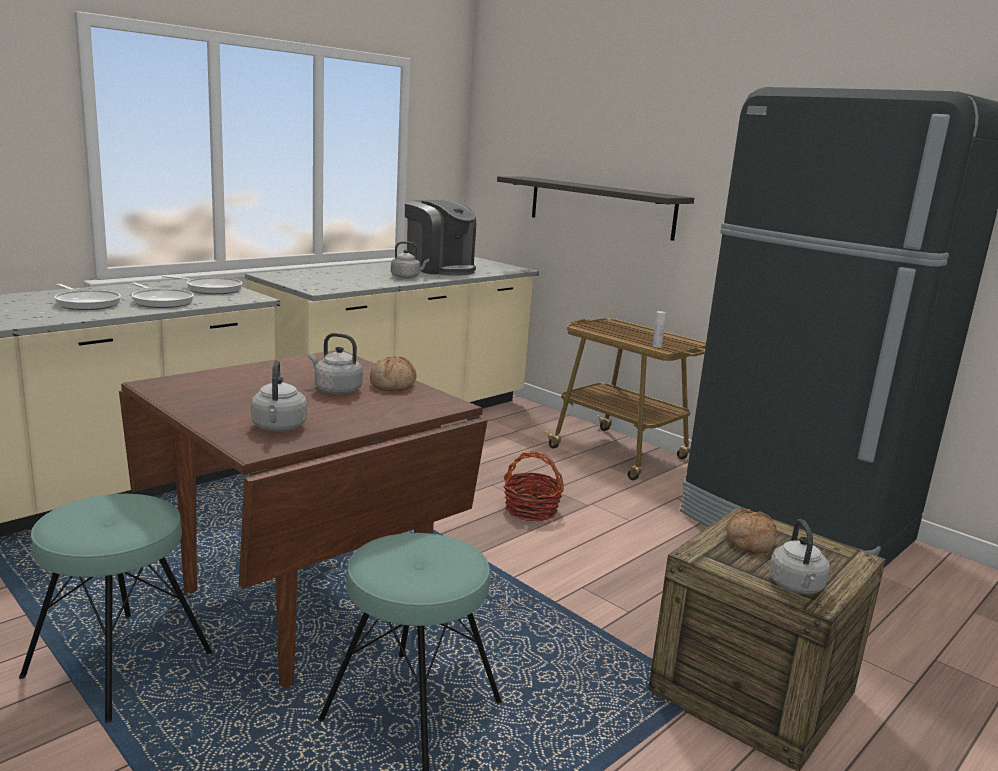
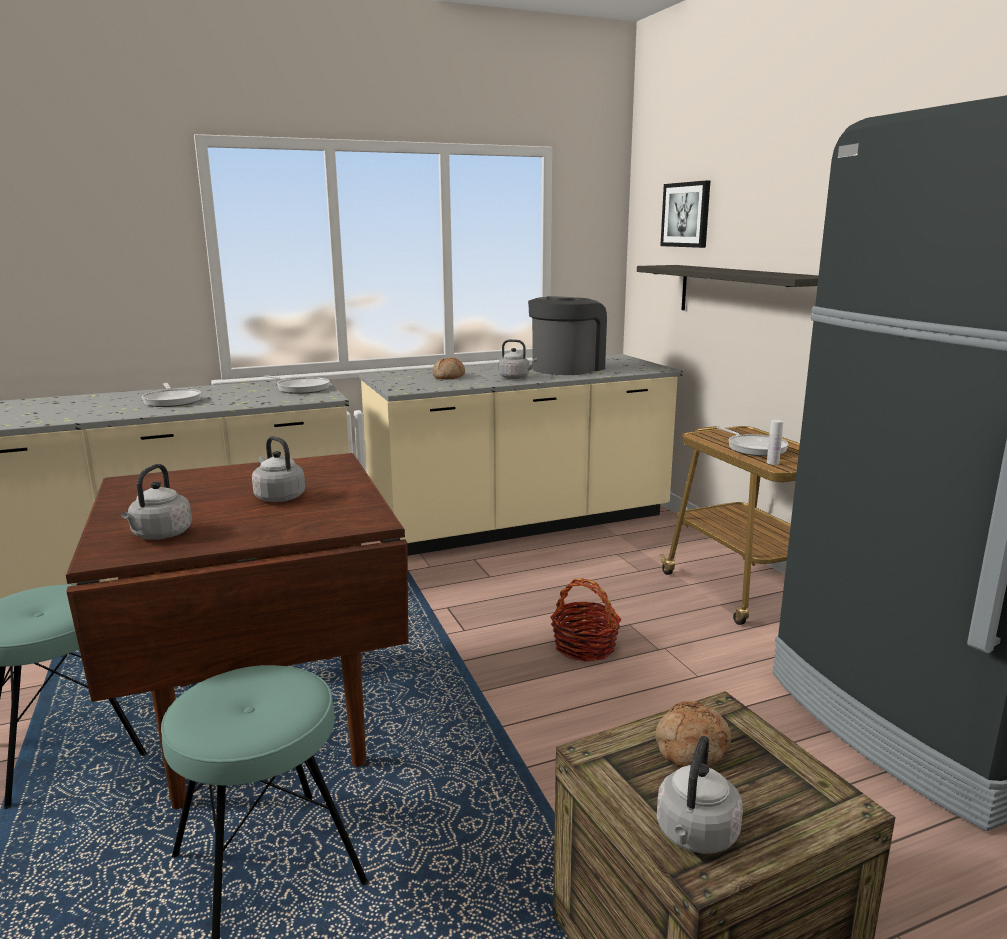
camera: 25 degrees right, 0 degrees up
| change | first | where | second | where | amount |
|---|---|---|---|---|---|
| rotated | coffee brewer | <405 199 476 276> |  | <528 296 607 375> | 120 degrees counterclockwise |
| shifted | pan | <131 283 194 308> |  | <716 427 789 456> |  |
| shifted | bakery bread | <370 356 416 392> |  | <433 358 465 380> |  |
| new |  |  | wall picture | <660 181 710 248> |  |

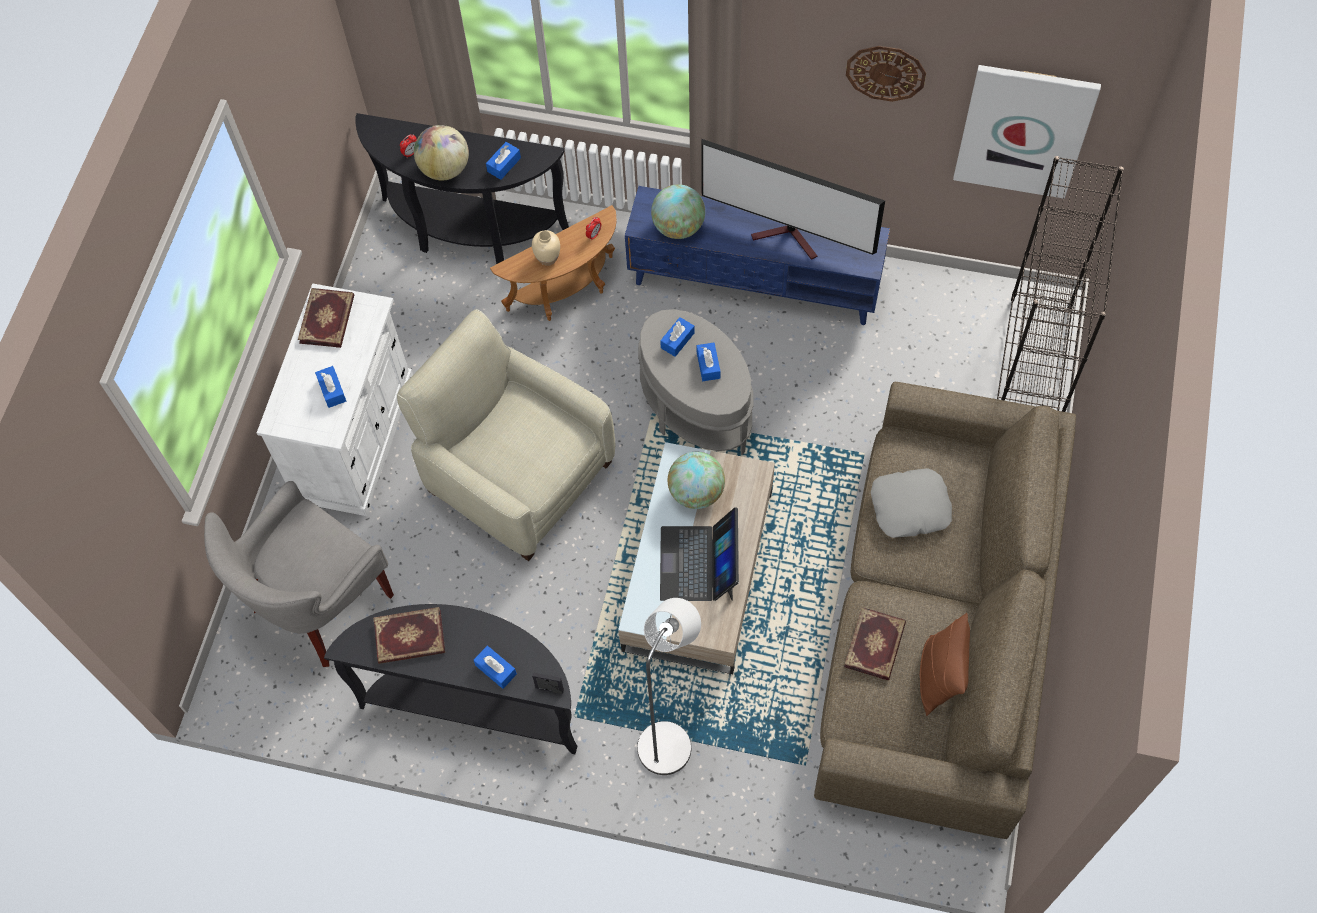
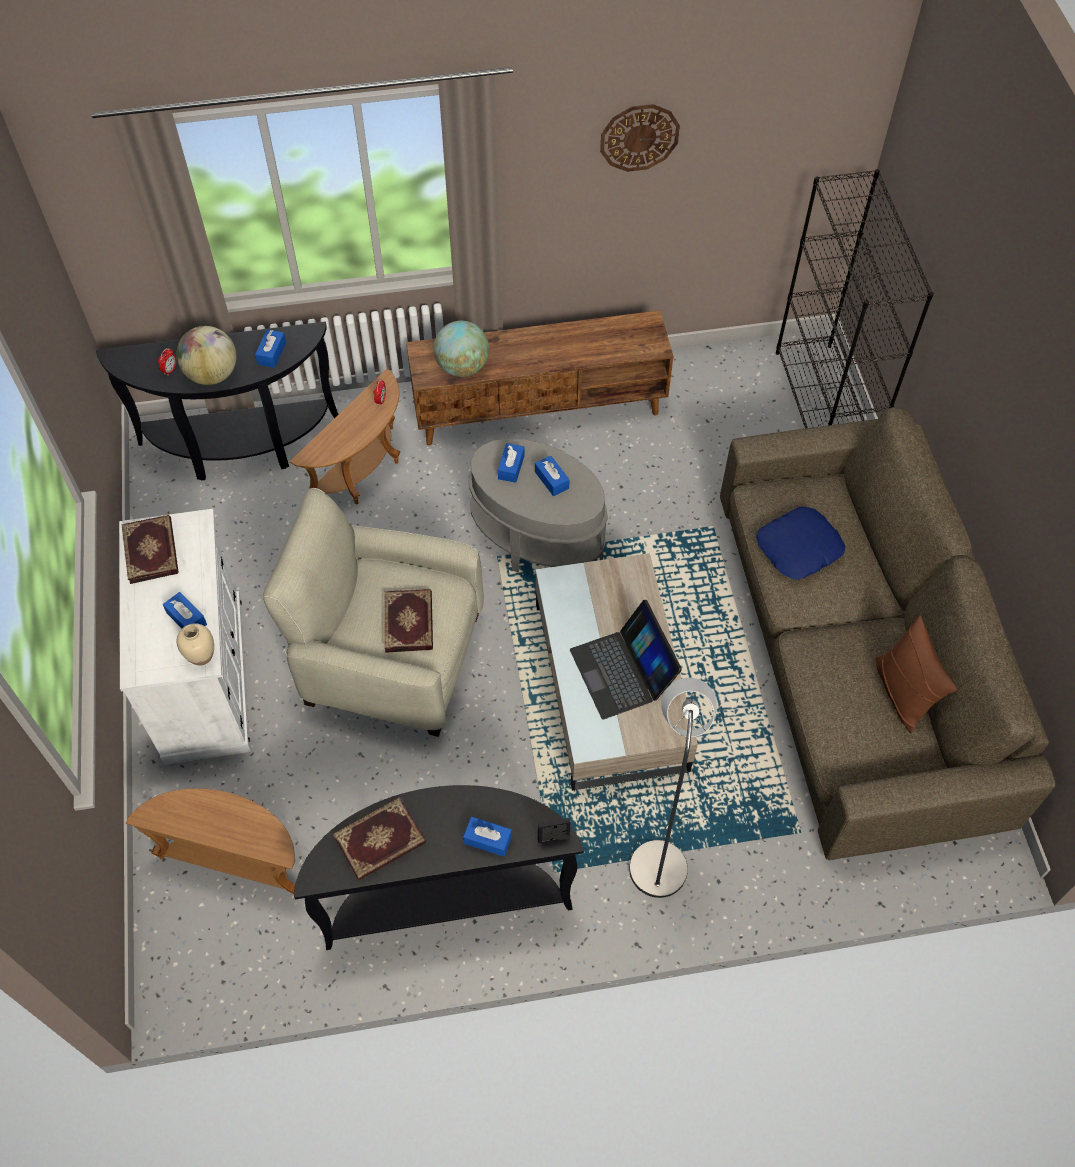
camera: 25 degrees left, 5 degrees down
| change | first | where | second | where | amount |
|---|---|---|---|---|---|
| gone | wall picture | <953 65 1101 198> |  |  |  |
| gone | television | <701 139 885 260> |  |  |  |
| repainted | blue media console | <625 186 890 325> | brown media console | <406 310 674 446> |  |
| shifted | sand-coloured vase | <532 230 560 266> |  | <177 623 214 666> |  |
| gone | globe | <668 452 725 509> |  |  |  |
| repainted | gray throw pillow | <871 468 952 538> | blue throw pillow | <756 507 845 580> |  |
| swapped | gray armchair | <204 481 394 667> | brown accent table | <126 788 295 894> |  |
| shifted | book | <844 607 906 680> |  | <384 589 433 653> |  |

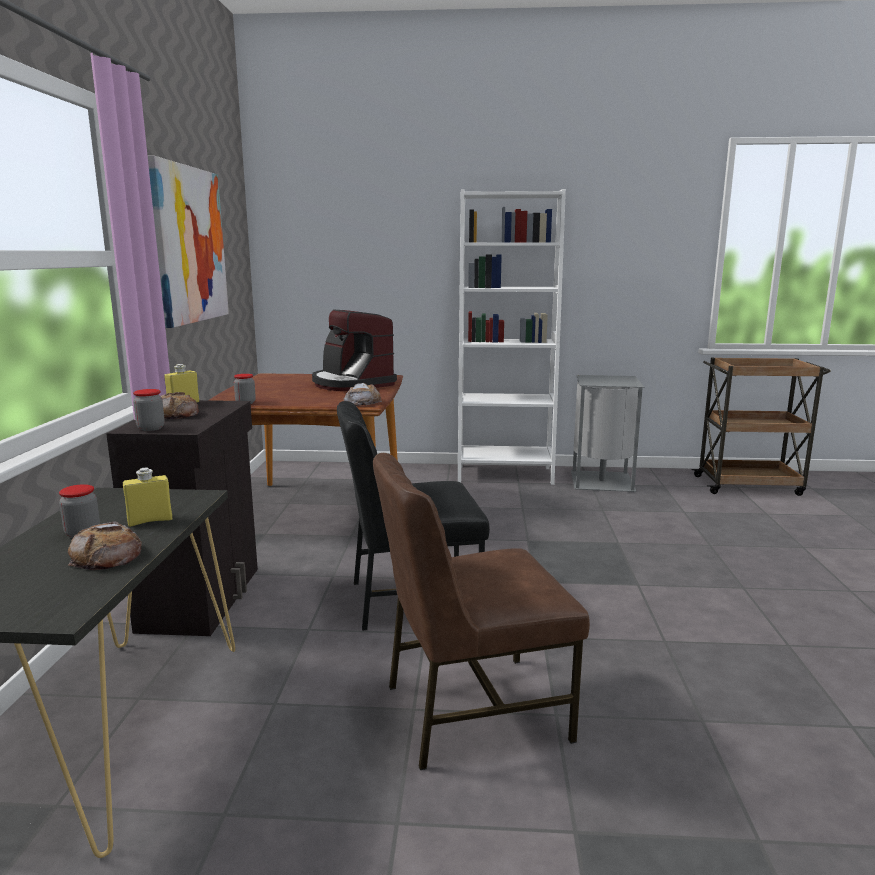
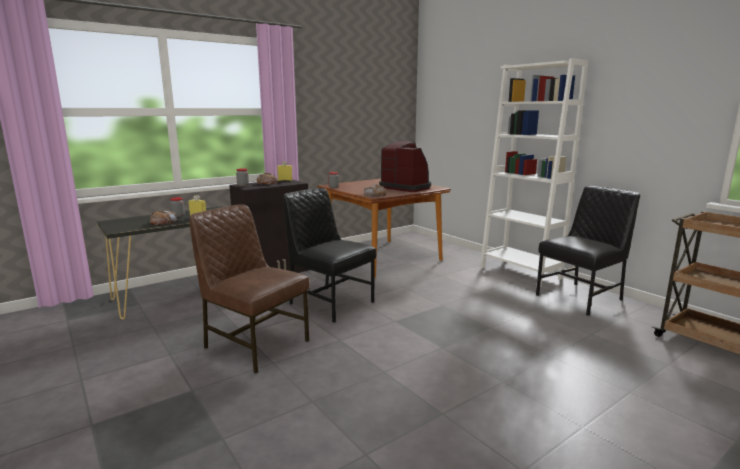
camera: 50 degrees right, 0 degrees up
| change | first | where | second | where | amount |
|---|---|---|---|---|---|
| gone | wall picture | <148 155 229 328> |  |  |  |
| rotated | coffee brewer | <312 310 397 391> |  | <379 141 431 192> | 120 degrees clockwise |
| swapped | gray waste bin | <571 375 645 492> | blackish plain chair | <536 186 640 316> |  |

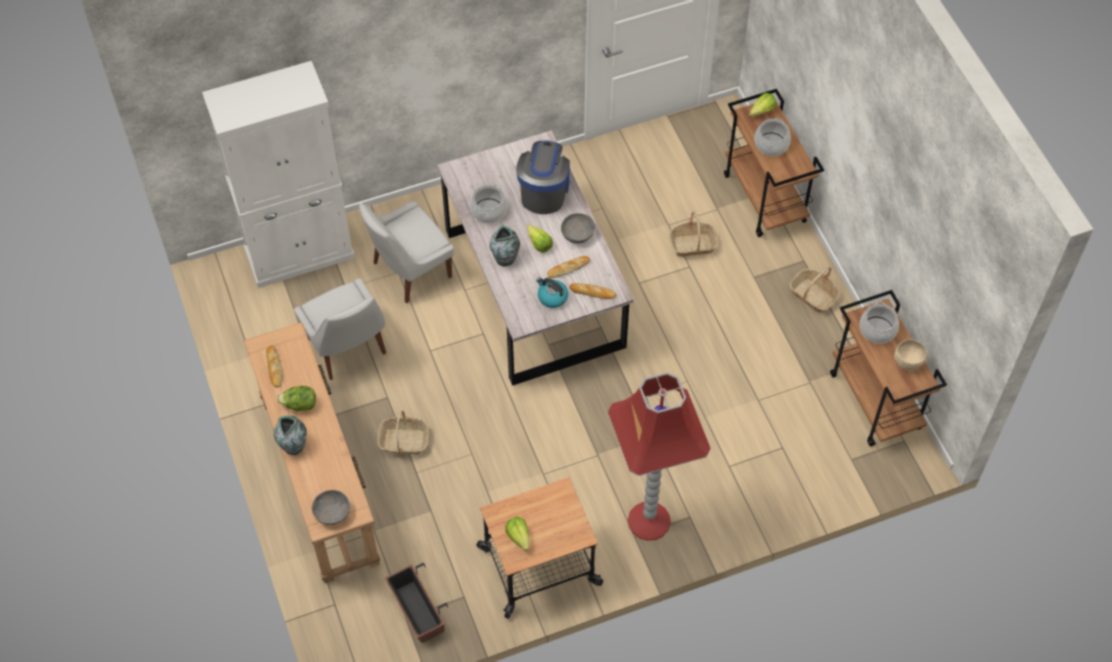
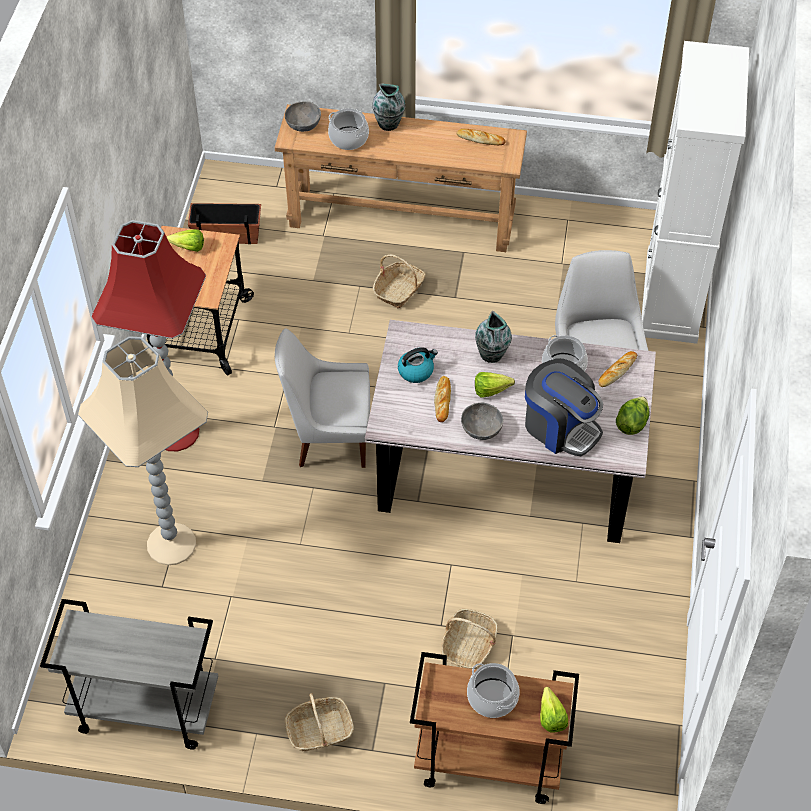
camera: 120 degrees right, 5 degrees down
| change | first | where | second | where | amount |
|---|---|---|---|---|---|
| shifted | white-coloured plain chair | <294 278 386 380> |  | <275 328 370 468> |  |
| shifted | bakery bread | <569 283 616 299> |  | <598 351 637 387> |  |
| repainted | brown cart | <830 290 947 447> | gray cart | <40 599 218 750> |  |
| shifted | cooking pot | <859 301 899 344> |  | <328 108 369 150> |  |
| gone | sand-coloured bowl | <894 339 927 371> |  |  |  |
| shifted | lettuce | <277 386 316 411> |  | <616 396 650 435> |  |
| new |  |  | sand-coloured standing lamp | <78 336 208 565> |  |

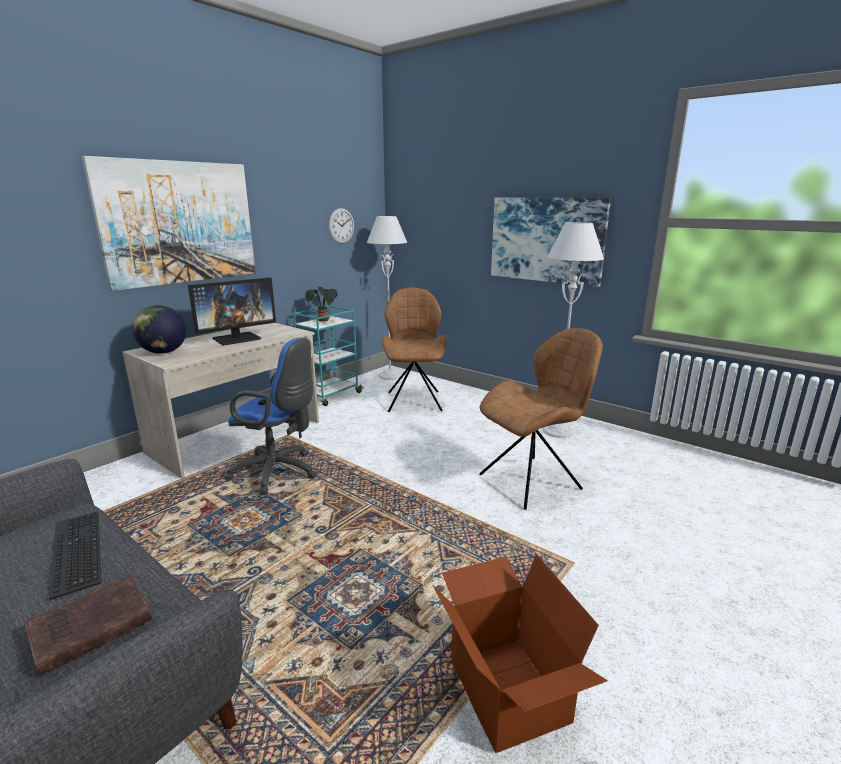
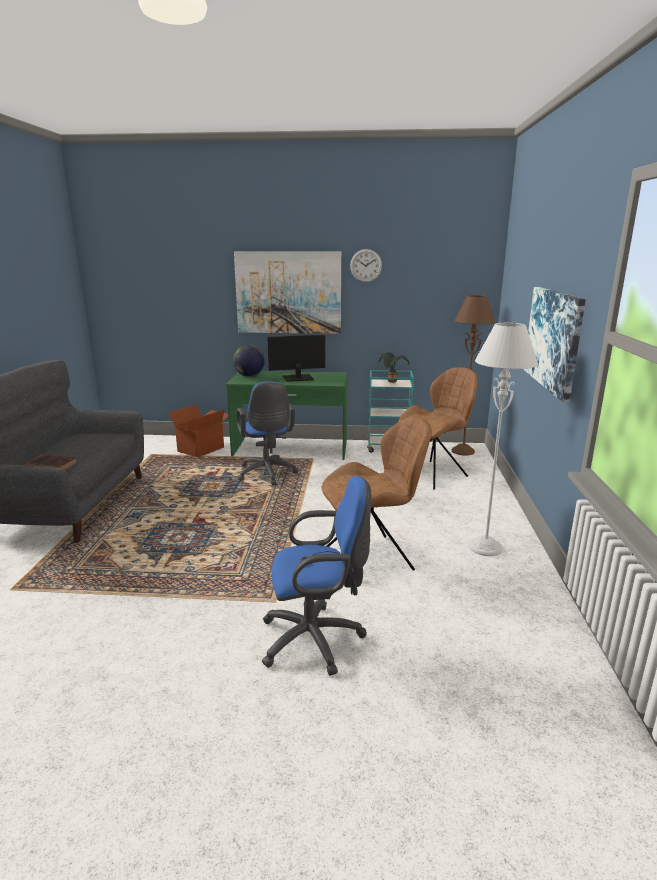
camera: 55 degrees right, 0 degrees up
| change | first | where | second | where | amount |
|---|---|---|---|---|---|
| shifted | wall clock | <329 208 354 244> |  | <350 249 382 282> |  |
| repainted | gray standing lamp | <367 216 407 380> | brown standing lamp | <452 295 495 456> |  |
| rotated | computer display | <188 277 276 345> |  | <267 335 325 382> | 150 degrees clockwise |
| repainted | sand-coloured desk unit | <123 323 319 478> | greenish desk unit | <226 371 348 460> |  |
| rotated | brown plain chair | <479 328 603 510> |  | <321 417 432 571> | 45 degrees counterclockwise |
| gone | keyboard | <49 511 101 600> |  |  |  |
| shifted | packing box | <433 554 608 753> |  | <166 404 228 457> |  |
| new |  |  | blue computer chair | <262 476 372 676> |  |

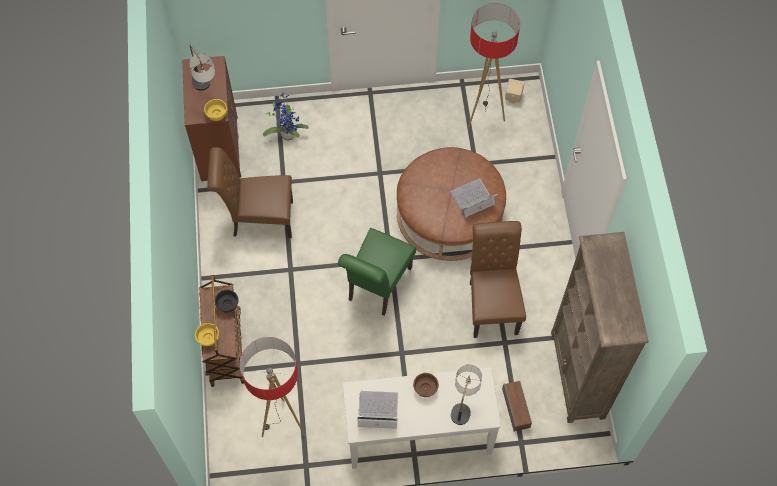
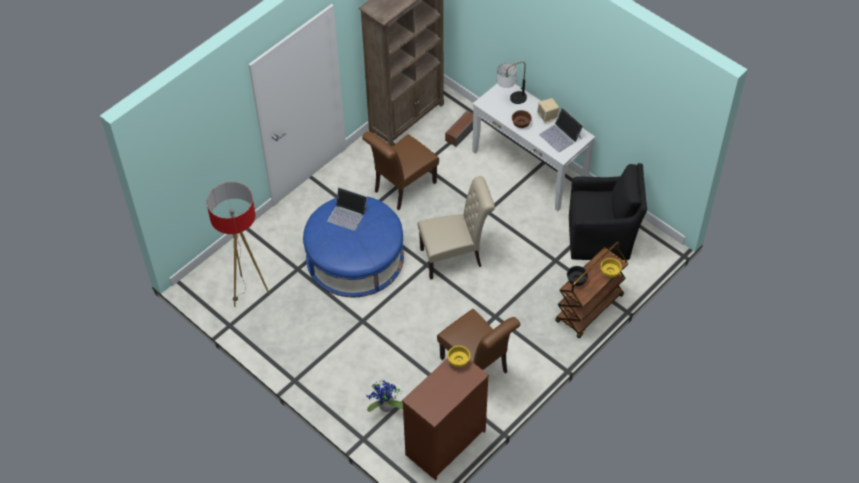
camera: 130 degrees left, 10 degrees down
| change | first | where | second | where | amount |
|---|---|---|---|---|---|
| gone | tabletop lamp | <189 45 215 91> |  |  |  |
| shifted | sand-coloured loudspeaker | <505 79 525 104> |  | <537 98 559 123> |  |
| repainted | brown pouffe | <397 147 506 261> | blue pouffe | <303 197 404 297> |  |
| repainted | greenish plain chair | <338 228 416 316> | sand-coloured plain chair | <417 176 495 280> |  |
| swapped | standing lamp | <240 337 305 438> | blackish armchair | <569 163 647 260> |  |

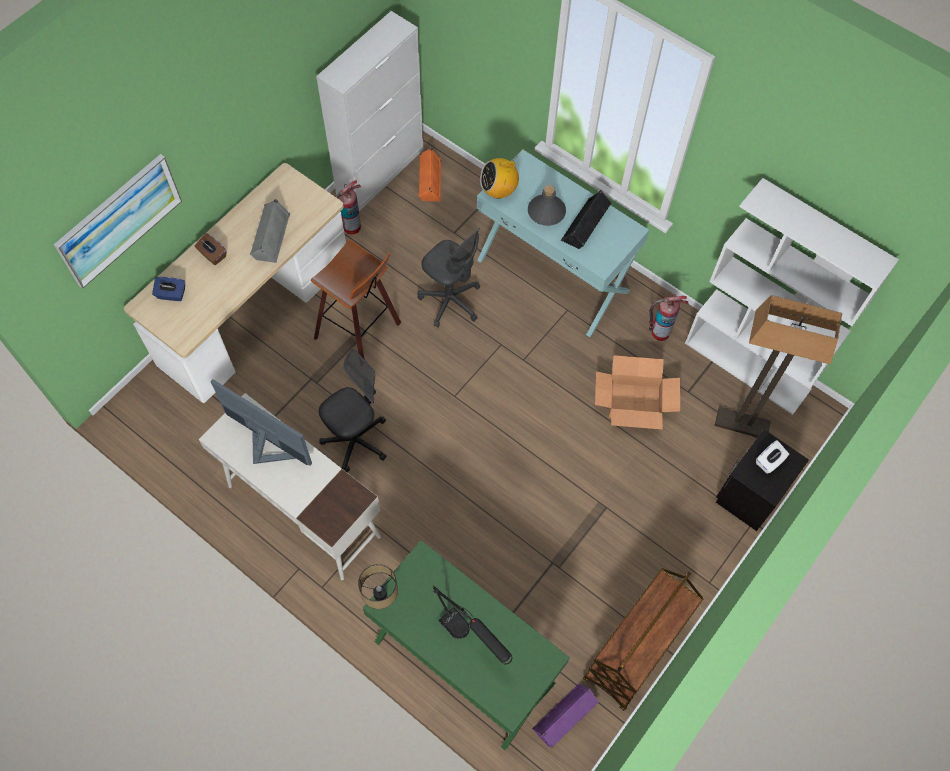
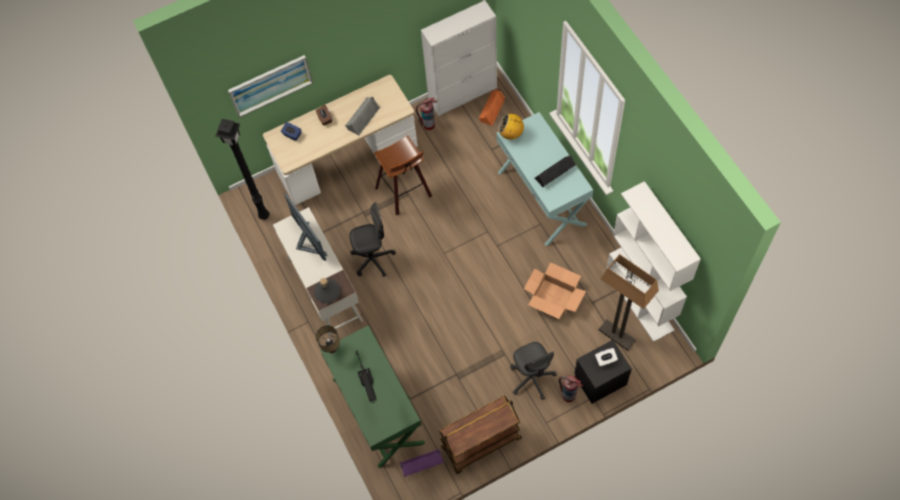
camera: 30 degrees right, 0 degrees up
| change | first | where | second | where | amount |
|---|---|---|---|---|---|
| shifted | gray beverage bottle | <528 185 566 226> |  | <314 278 341 303> |  |
| shifted | gray computer chair | <418 228 480 327> |  | <510 342 557 400> |  |
| shifted | extinguisher | <649 294 689 341> |  | <559 376 583 402> |  |
| new |  |  | blackish standing lamp | <216 119 269 220> |  |

